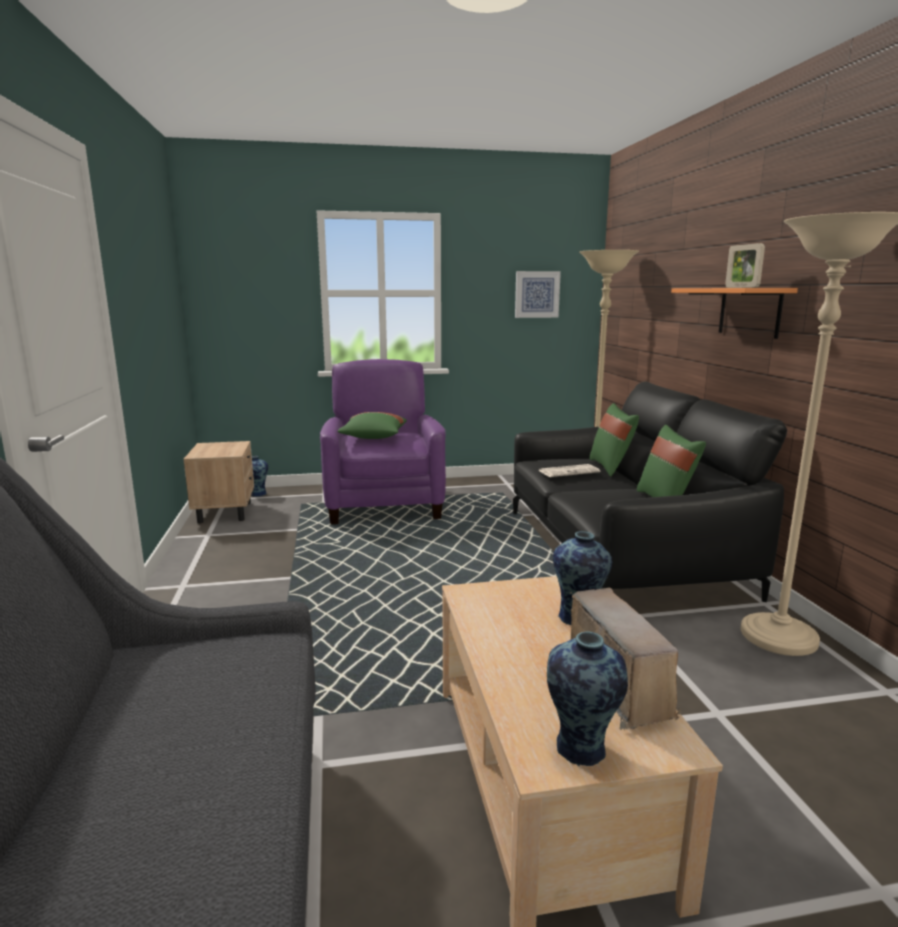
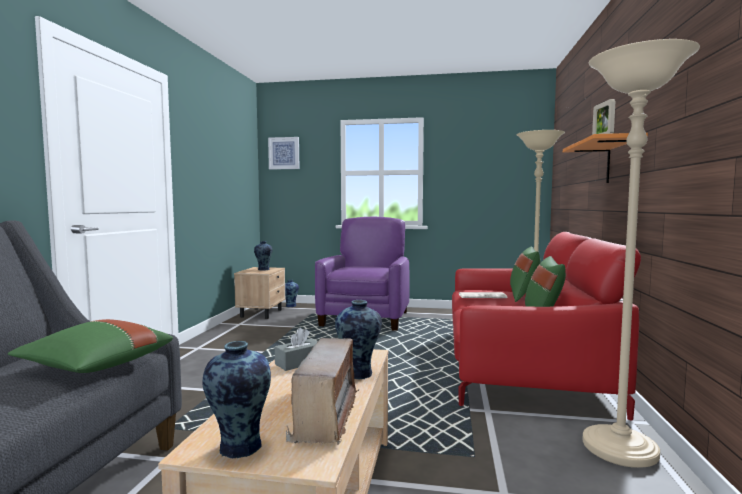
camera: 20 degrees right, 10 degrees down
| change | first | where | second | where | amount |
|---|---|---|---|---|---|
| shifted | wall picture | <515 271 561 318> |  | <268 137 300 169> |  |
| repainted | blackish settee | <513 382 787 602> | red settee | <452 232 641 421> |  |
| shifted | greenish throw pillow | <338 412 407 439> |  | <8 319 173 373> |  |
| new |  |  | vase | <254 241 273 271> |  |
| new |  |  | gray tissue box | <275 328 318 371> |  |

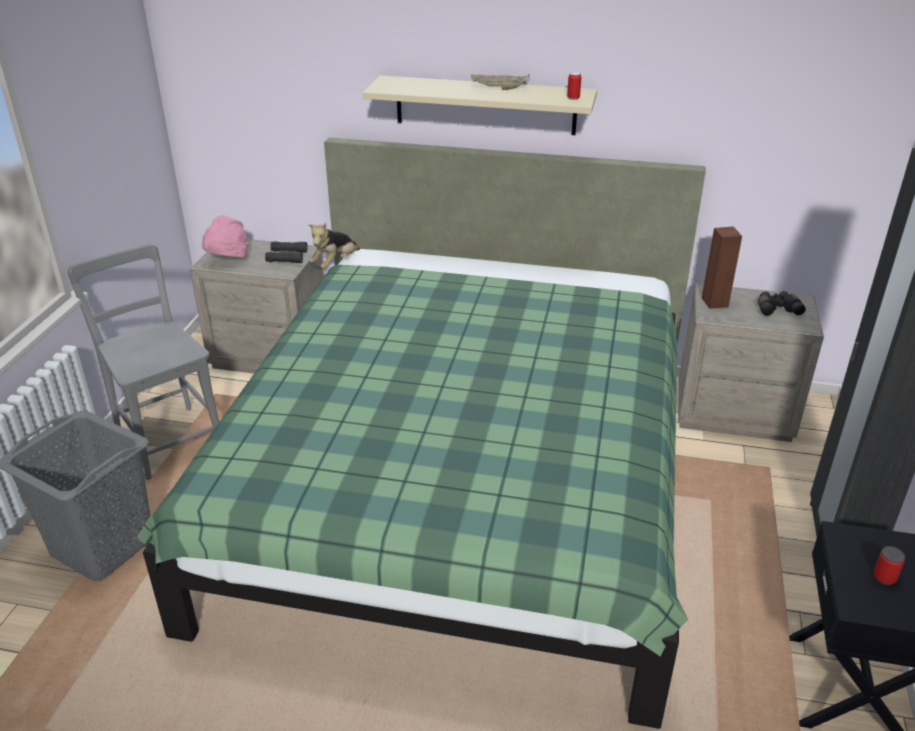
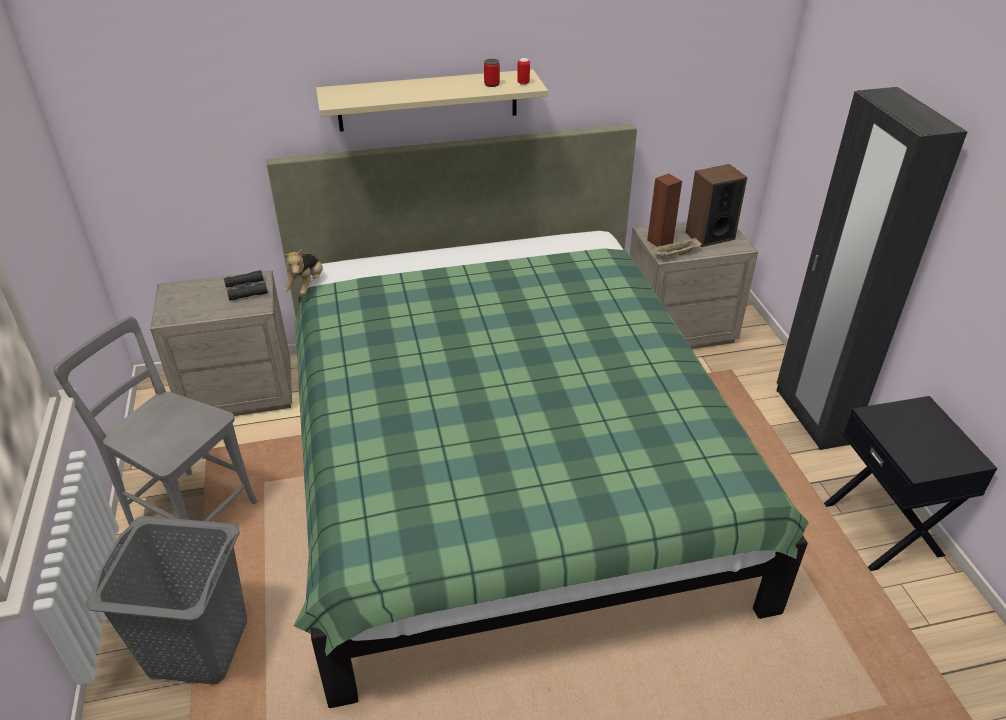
camera: 25 degrees left, 5 degrees up
| change | first | where | second | where | amount |
|---|---|---|---|---|---|
| shifted | sand-coloured tray | <471 75 529 90> |  | <652 237 702 256> |  |
| gone | pink clothing hat | <202 215 249 258> |  |  |  |
| swapped | blackish binoculars | <758 291 806 316> | loudspeaker | <685 164 747 247> |  |
| shifted | can | <873 546 905 585> |  | <484 59 500 87> |  |

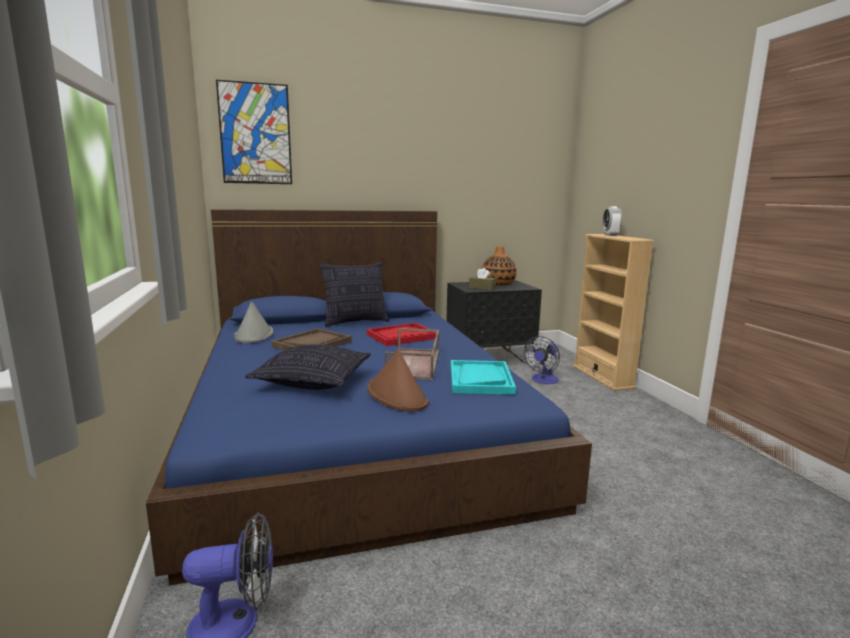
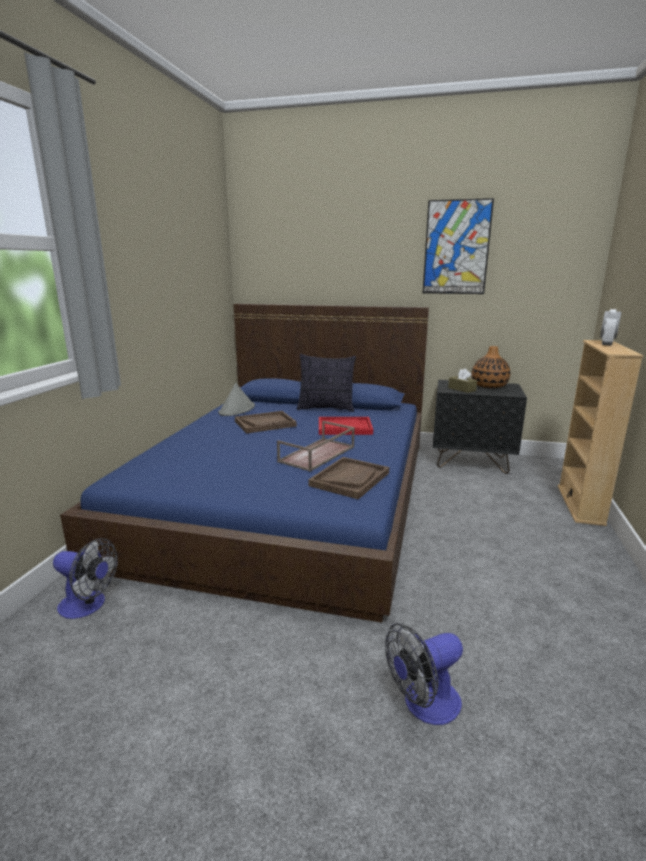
camera: 30 degrees right, 5 degrees up
| change | first | where | second | where | amount |
|---|---|---|---|---|---|
| shifted | wall picture | <216 80 292 184> |  | <423 198 494 294> |  |
| shifted | cooling fan | <524 336 560 384> |  | <385 623 463 725> |  |
| gone | throw pillow | <245 344 371 390> |  |  |  |
| gone | brown clothing hat | <367 349 429 412> |  |  |  |
| repainted | turquoise tray | <451 360 516 395> | brown tray | <308 457 389 499> |  |

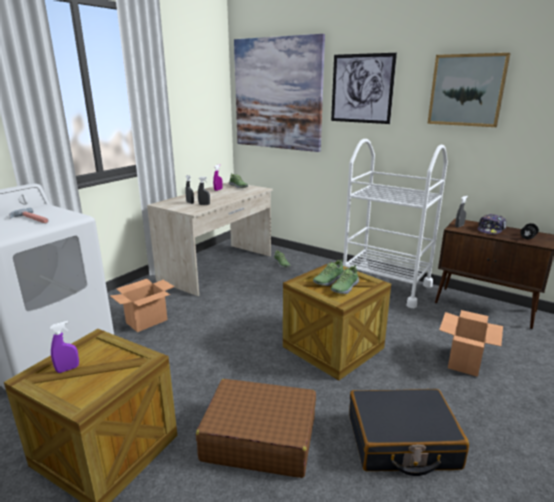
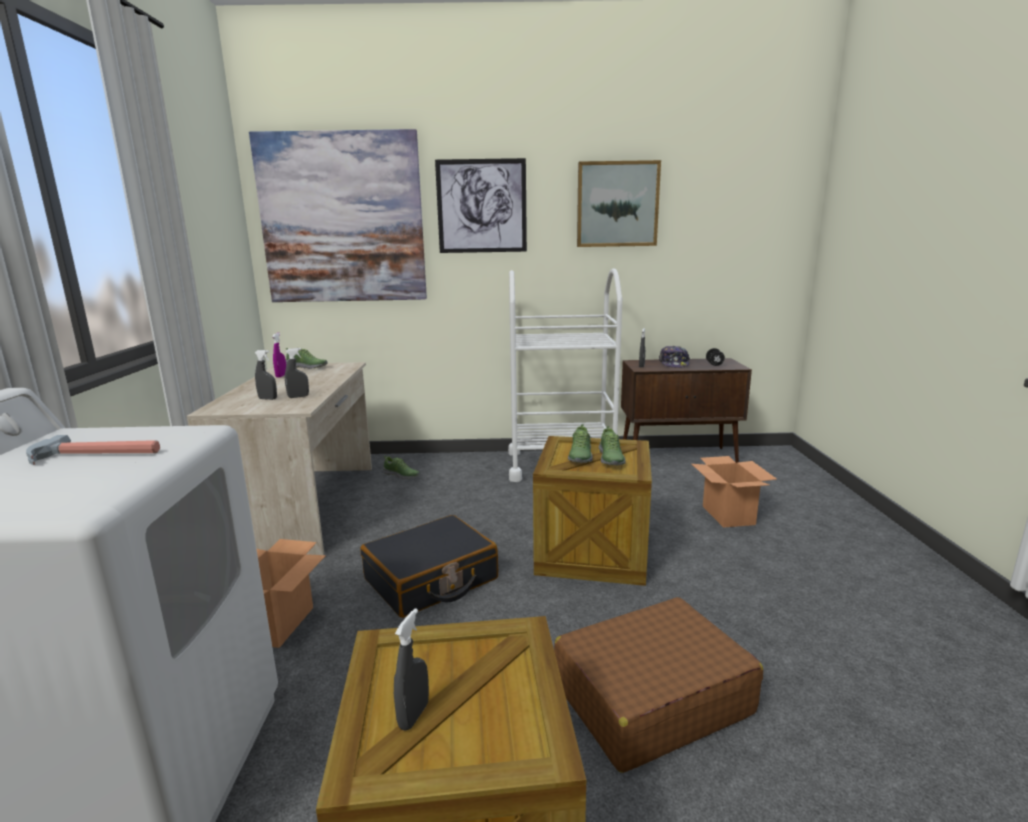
camera: 35 degrees left, 5 degrees down
| change | first | where | second | where | amount |
|---|---|---|---|---|---|
| repainted | purple hand sprayer | <50 321 79 373> | gray hand sprayer | <394 608 429 731> |  |
| shifted | blackish travel case | <349 389 469 476> |  | <361 515 498 618> |  |

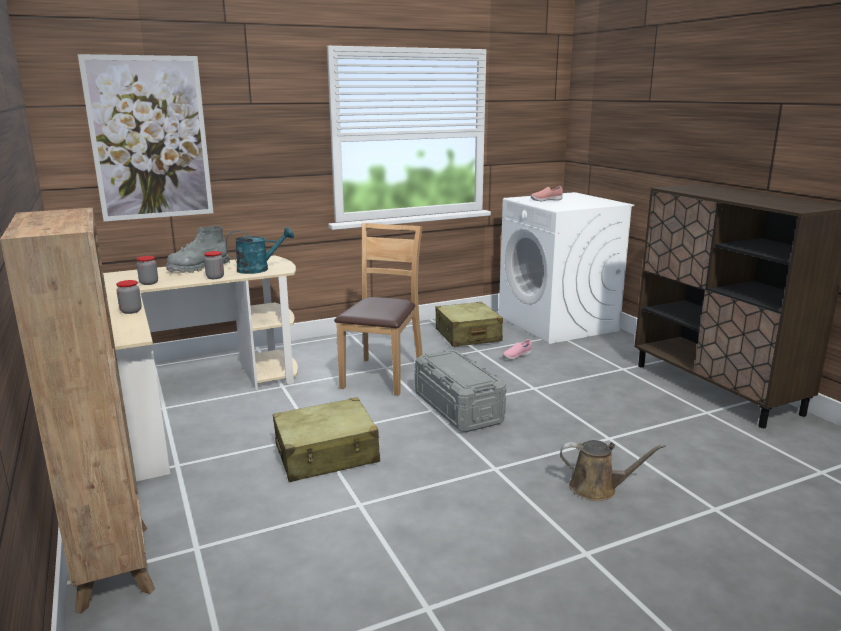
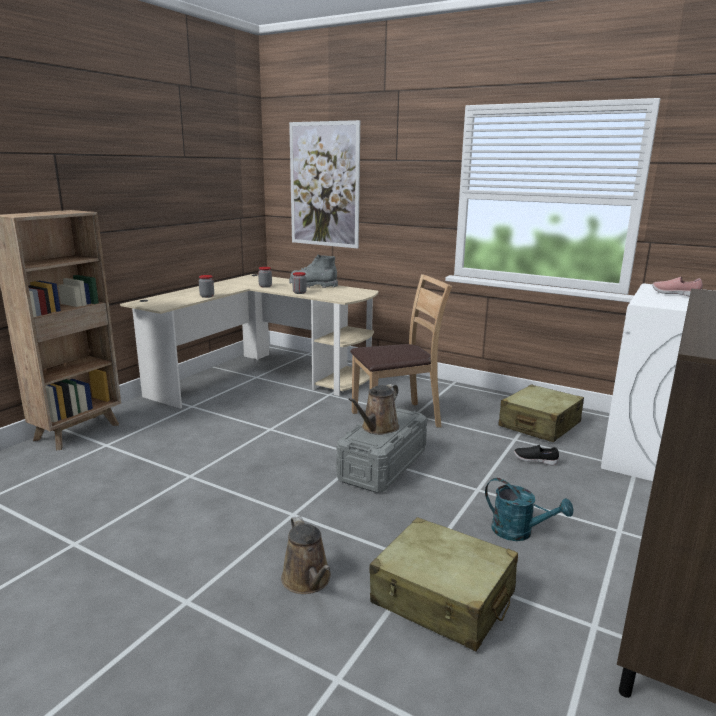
camera: 55 degrees right, 0 degrees up
| change | first | where | second | where | amount |
|---|---|---|---|---|---|
| shifted | turquoise watering can | <226 227 294 274> |  | <485 478 573 541> |  |
| repainted | pink low shoe | <502 339 532 360> | blackish low shoe | <514 445 559 465> |  |
| shifted | sand-coloured travel case | <273 397 380 482> |  | <369 517 518 651> |  |
| new |  |  | brown watering can | <348 384 399 435> |  |

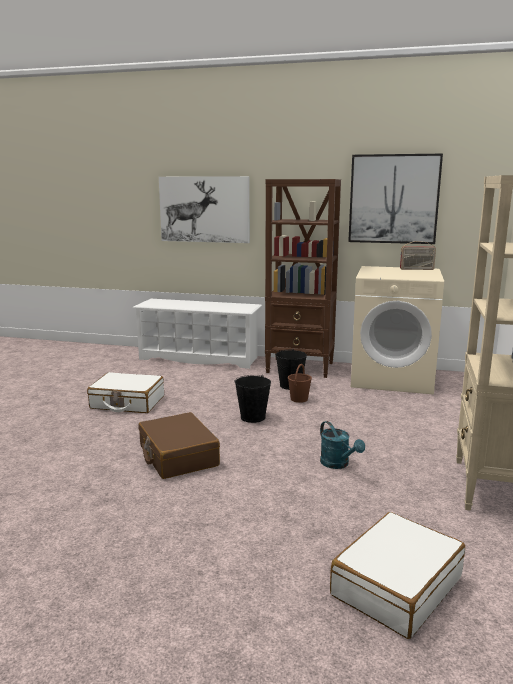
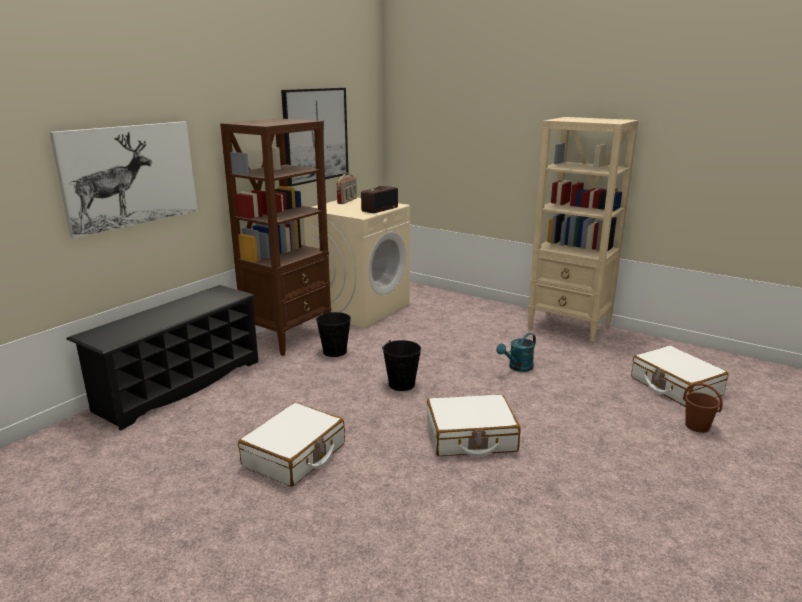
camera: 70 degrees left, 5 degrees up
| change | first | where | second | where | amount |
|---|---|---|---|---|---|
| repainted | white-coloured shoe shelf | <133 299 262 369> | blackish shoe shelf | <66 285 258 431> |  |
| shifted | brown pail | <288 364 312 403> |  | <683 383 723 433> |  |
| repainted | brown travel case | <138 412 220 479> | white-coloured travel case | <427 394 521 457> |  |
| rotated | turquoise watering can | <320 421 365 469> |  | <496 333 536 372> | 150 degrees clockwise |
| new |  |  | radio receiver | <361 186 398 213> |  |

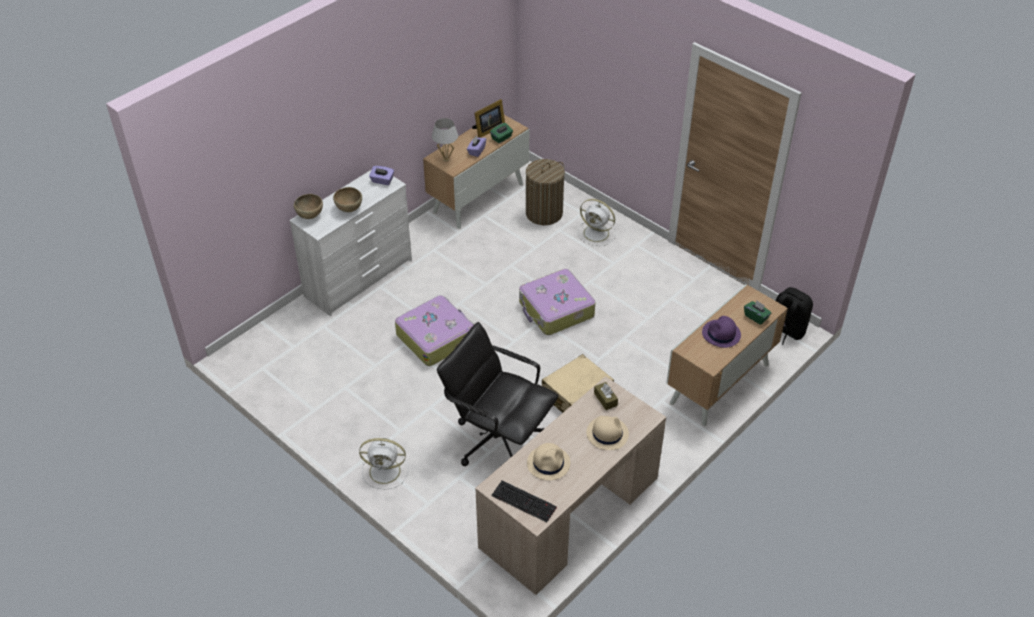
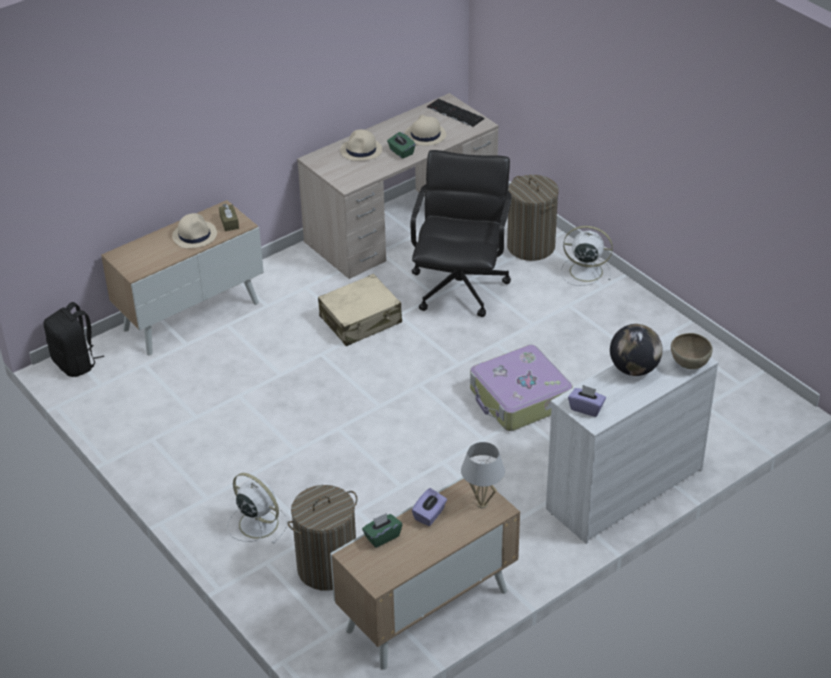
camera: 170 degrees left, 5 degrees down
| change | first | where | second | where | amount |
|---|---|---|---|---|---|
| gone | picture frame | <472 99 505 138> |  |  |  |
| swapped | brown bowl | <333 187 362 212> | globe | <610 324 663 376> |  |
| gone | travel case | <519 269 596 335> |  |  |  |
| shifted | greenish tissue box | <744 301 771 325> |  | <387 132 416 158> |  |
| repainted | purple clothing hat | <702 316 741 348> | sand-coloured clothing hat | <172 213 217 248> |  |
| rotated | blackish computer chair | <437 322 558 466> |  | <411 150 511 317> | 120 degrees counterclockwise |
| shifted | brown tissue box | <594 382 618 410> |  | <219 204 239 231> |  |
| new |  |  | laundry basket | <507 175 559 261> |  |

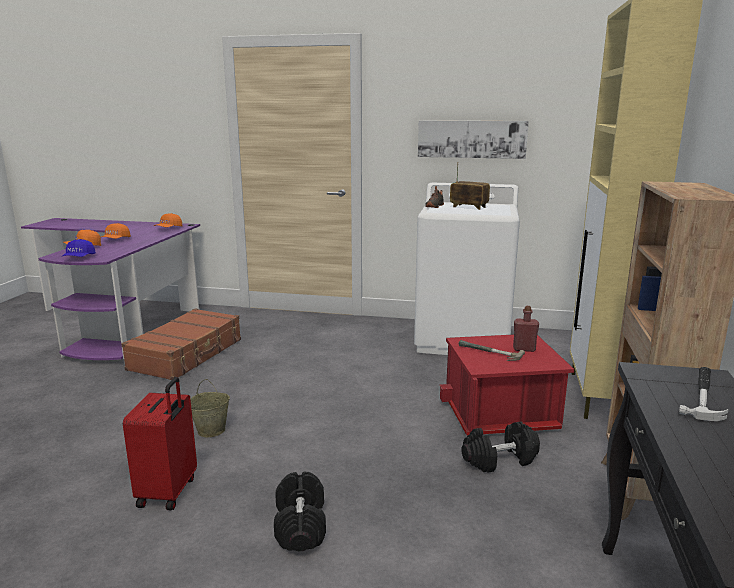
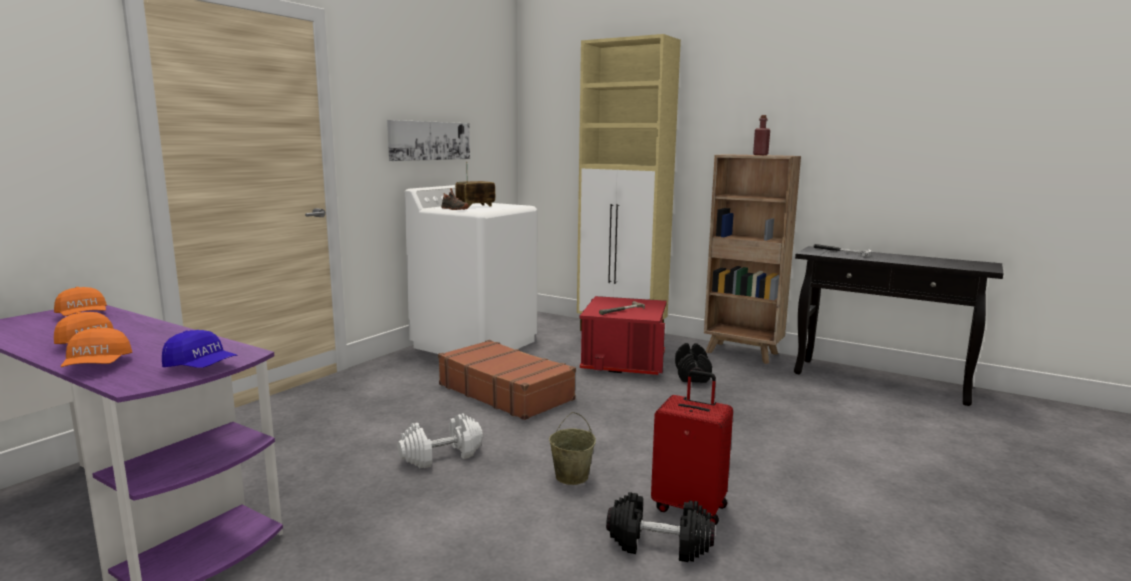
camera: 70 degrees left, 5 degrees down
| change | first | where | second | where | amount |
|---|---|---|---|---|---|
| shifted | red beverage bottle | <513 306 539 352> |  | <753 115 770 155> |  |
| shifted | brown travel case | <121 309 241 380> |  | <438 340 576 420> |  |
| shifted | blackish hand weight | <274 472 326 552> |  | <606 492 715 562> |  |
| new |  |  | white-coloured hand weight | <398 413 483 469> |  |

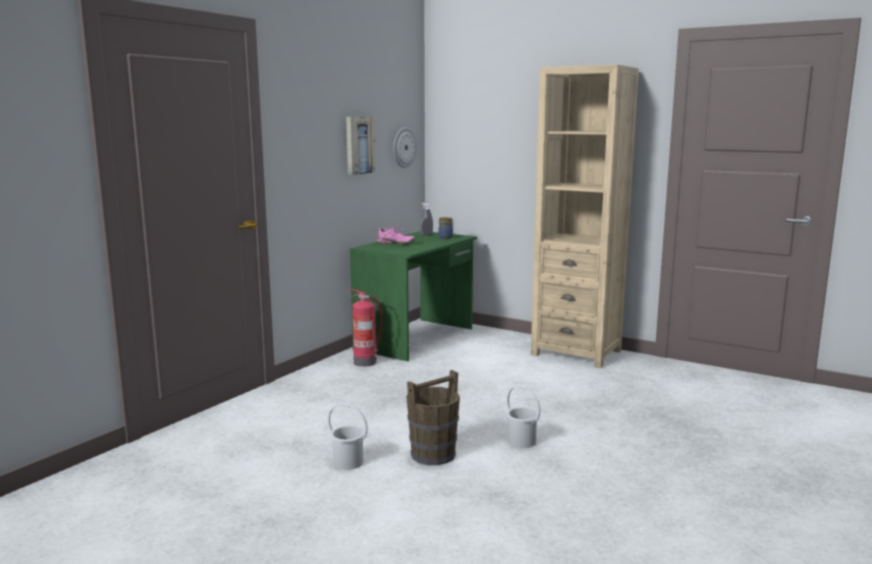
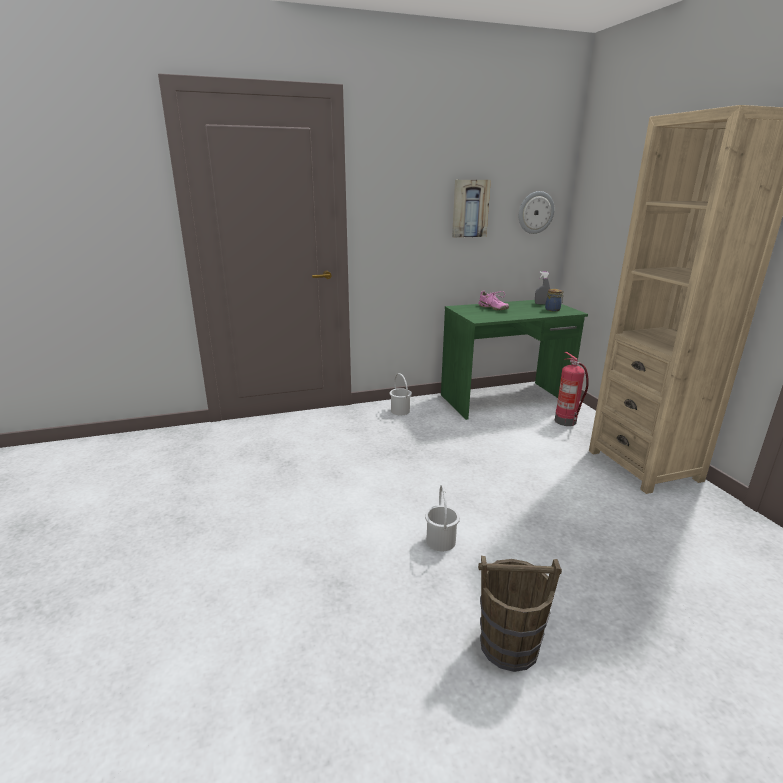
camera: 40 degrees right, 10 degrees up
| change | first | where | second | where | amount |
|---|---|---|---|---|---|
| shifted | extinguisher | <349 289 383 367> |  | <555 352 589 426> |  |
| shifted | brown pail | <406 370 460 465> |  | <478 556 562 672> |  |
| shifted | white-coloured pail | <328 403 368 470> |  | <390 373 412 415> |  |

